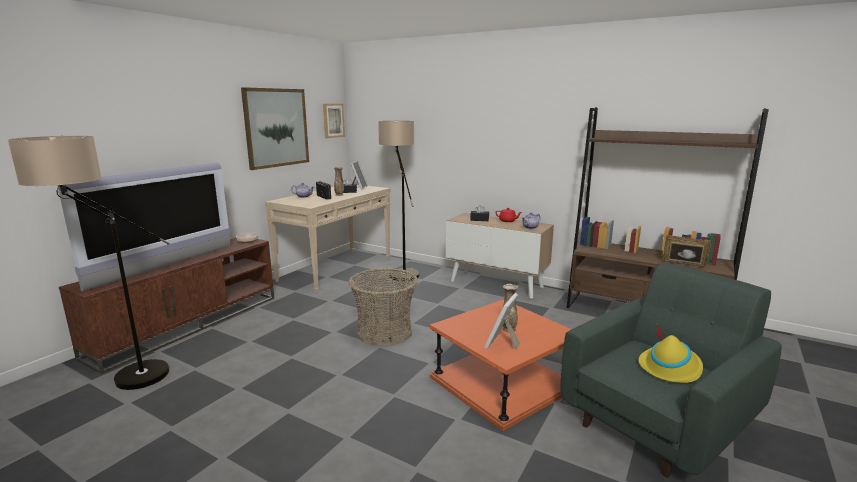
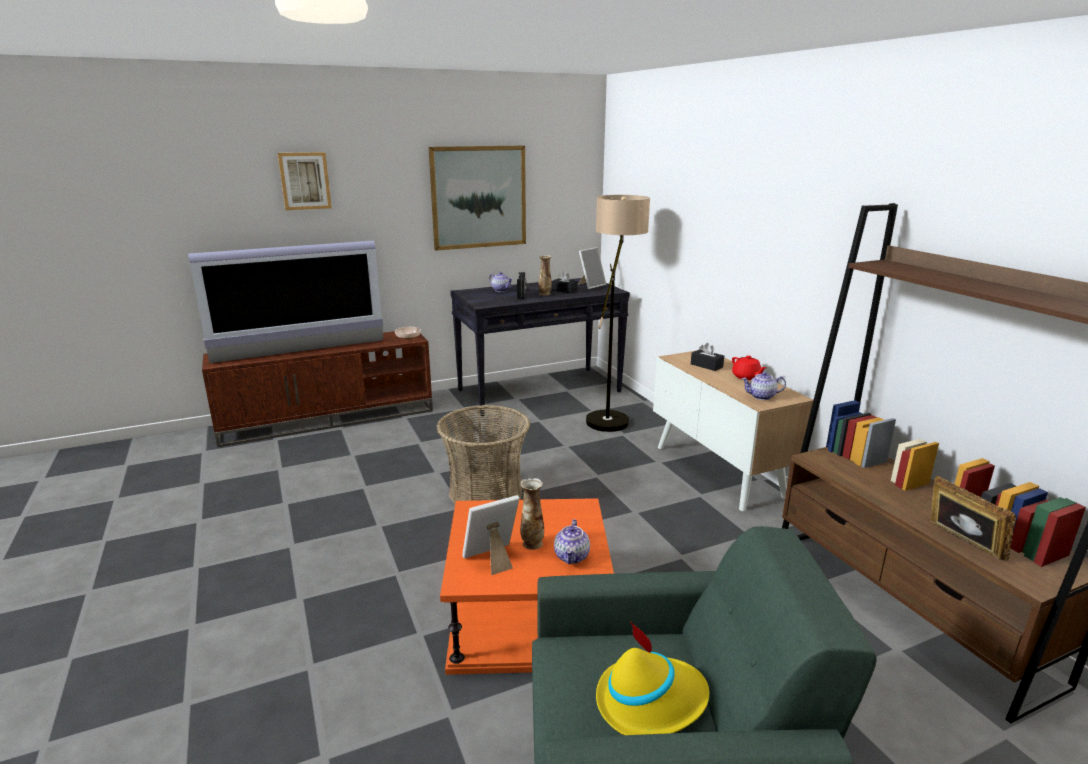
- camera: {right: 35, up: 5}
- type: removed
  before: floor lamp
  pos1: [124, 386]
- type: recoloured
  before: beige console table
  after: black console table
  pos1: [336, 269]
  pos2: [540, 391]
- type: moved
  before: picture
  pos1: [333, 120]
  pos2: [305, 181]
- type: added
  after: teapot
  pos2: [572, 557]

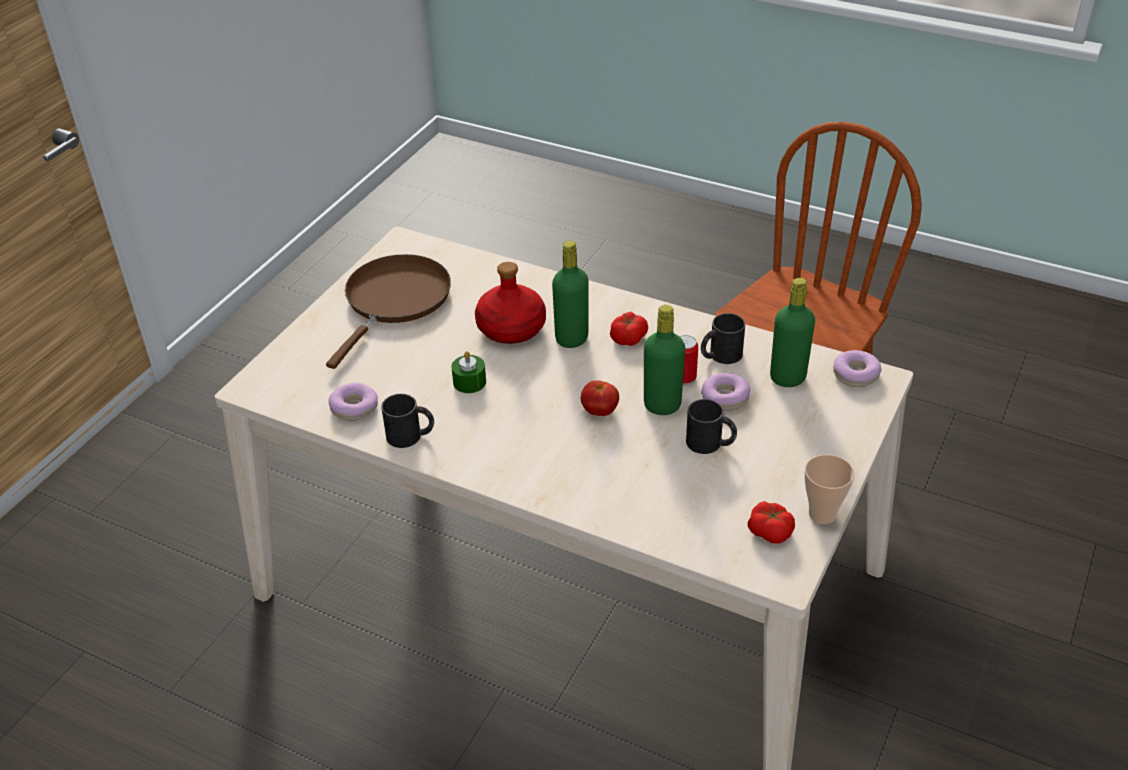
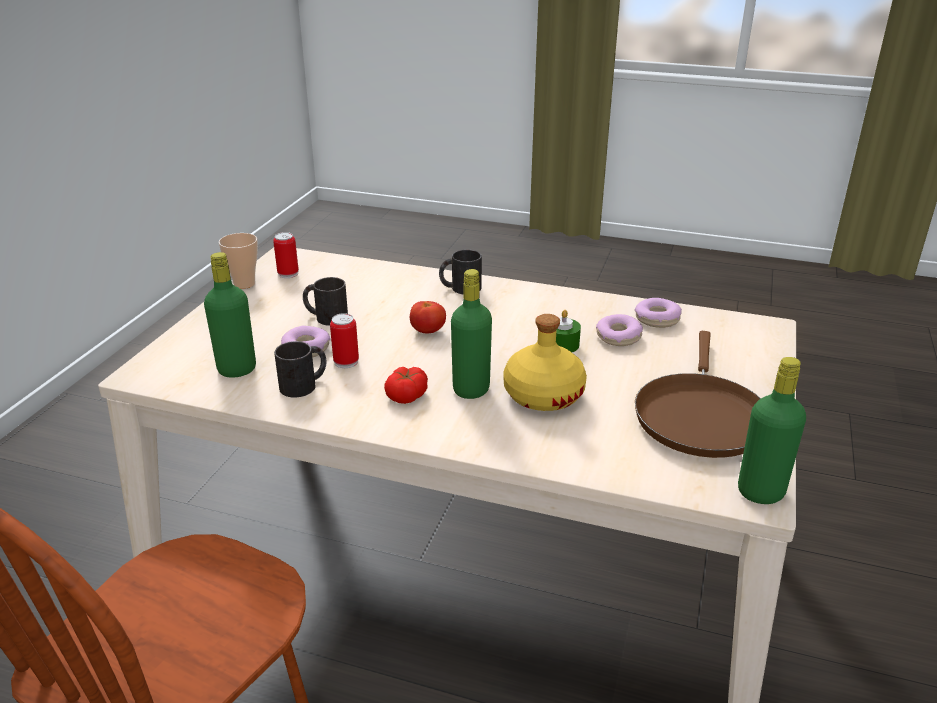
- camera: {right: 170, up: -10}
- type: moved
  before: black mug
  pos1: [411, 436]
  pos2: [460, 288]
- type: recoloured
  before: red bottle
  after: yellow bottle
  pos1: [511, 329]
  pos2: [543, 395]
- type: moved
  before: green bottle
  pos1: [662, 405]
  pos2: [760, 492]
- type: replaced
  before: tomato
  after: can
  pos1: [770, 531]
  pos2: [288, 274]
- type: moved
  before: donut
  pos1: [856, 374]
  pos2: [618, 337]

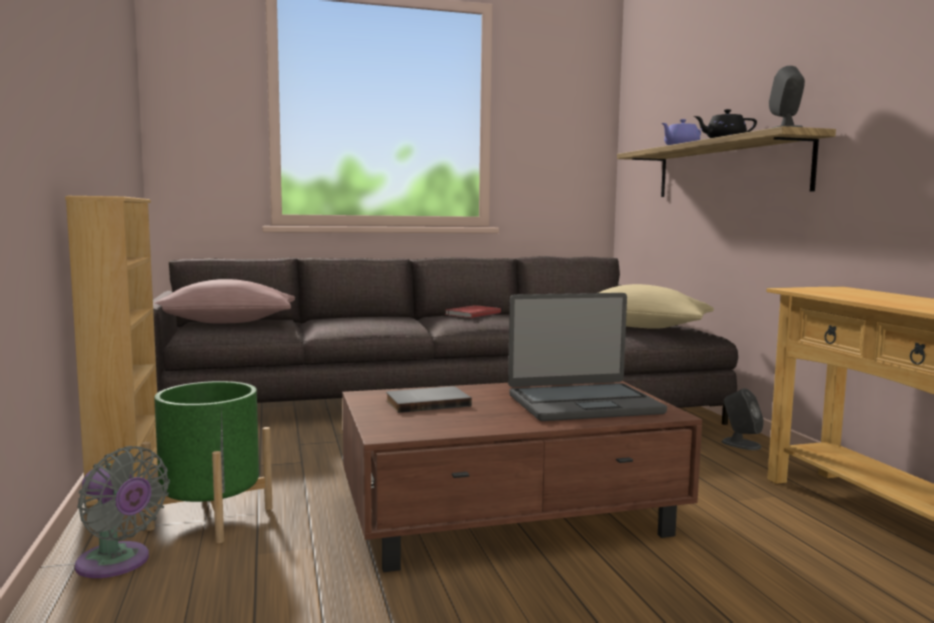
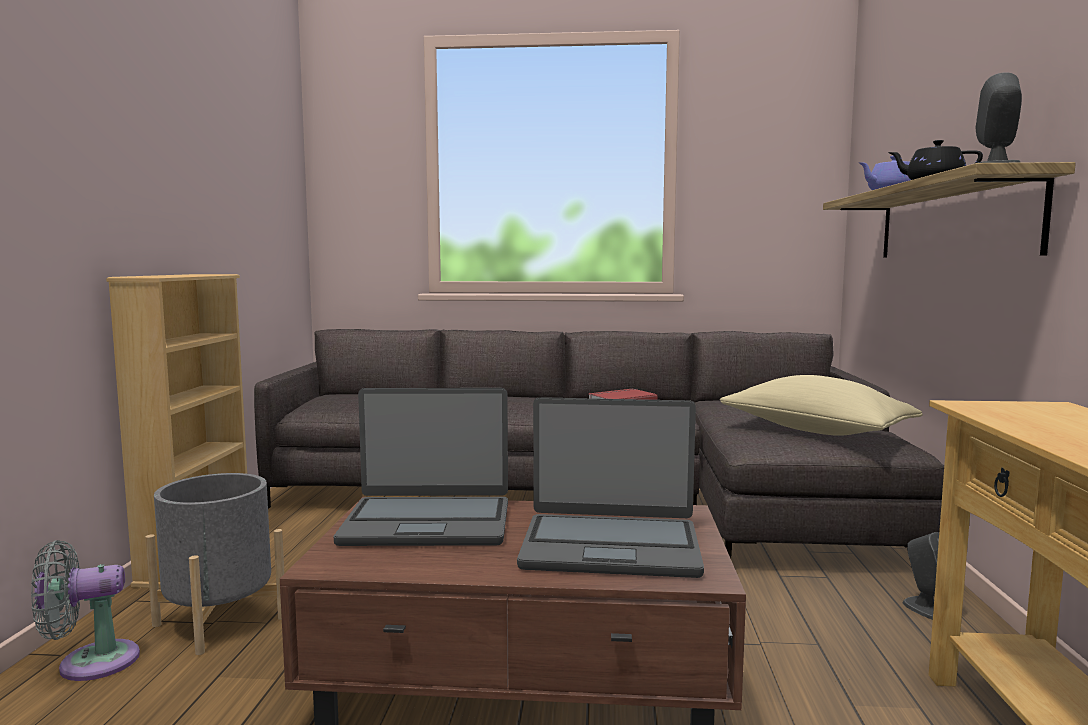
- camera: {right: 20, up: 0}
- type: turned
  before: grey fan
  pos1: [117, 563]
  pos2: [90, 663]
  turn: 105
- type: recoloured
  before: green planter
  after: grey planter
  pos1: [211, 518]
  pos2: [220, 621]
- type: removed
  before: pink pillow
  pos1: [226, 322]
- type: replaced
  before: grey book
  after: laptop
  pos1: [427, 402]
  pos2: [427, 523]

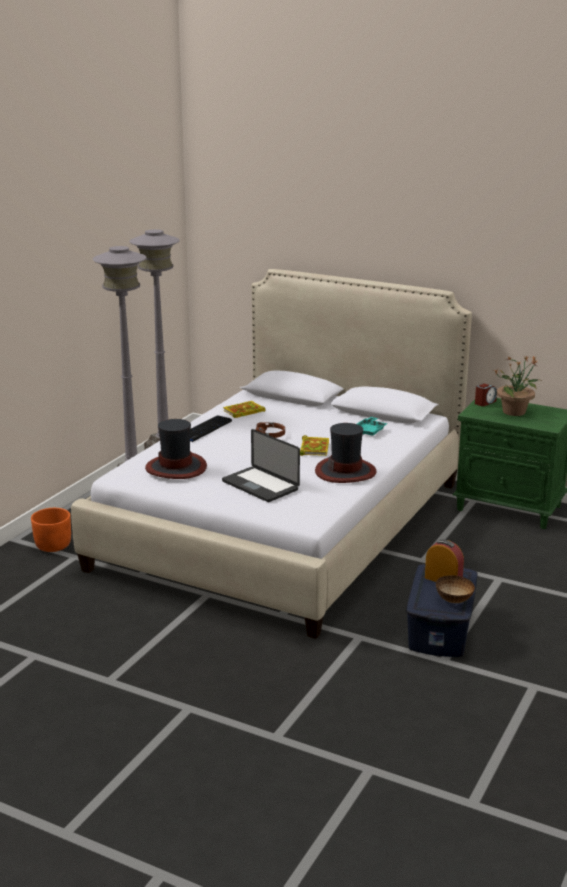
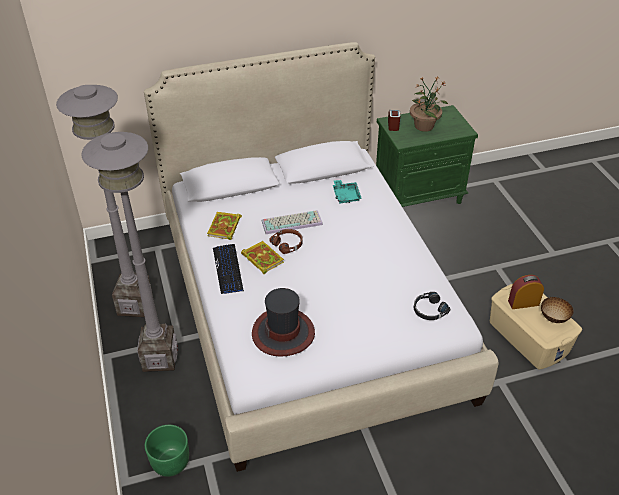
- camera: {right: -45, up: 20}
- type: recoloured
  before: orange planter
  after: green planter
  pos1: [53, 546]
  pos2: [171, 462]
- type: removed
  before: laptop
  pos1: [260, 485]
- type: moved
  before: book
  pos1: [314, 448]
  pos2: [261, 258]
- type: removed
  before: hat
  pos1: [345, 471]
- type: recoloured
  before: blue storage box
  after: beige storage box
  pos1: [441, 629]
  pos2: [528, 336]
- type: added
  after: keyboard
  pos2: [292, 222]
- type: added
  after: black headphones
  pos2: [429, 310]

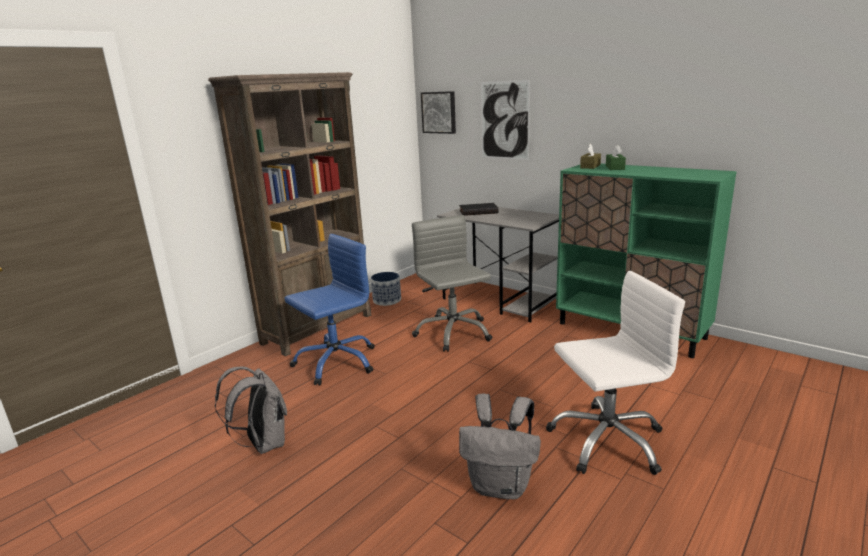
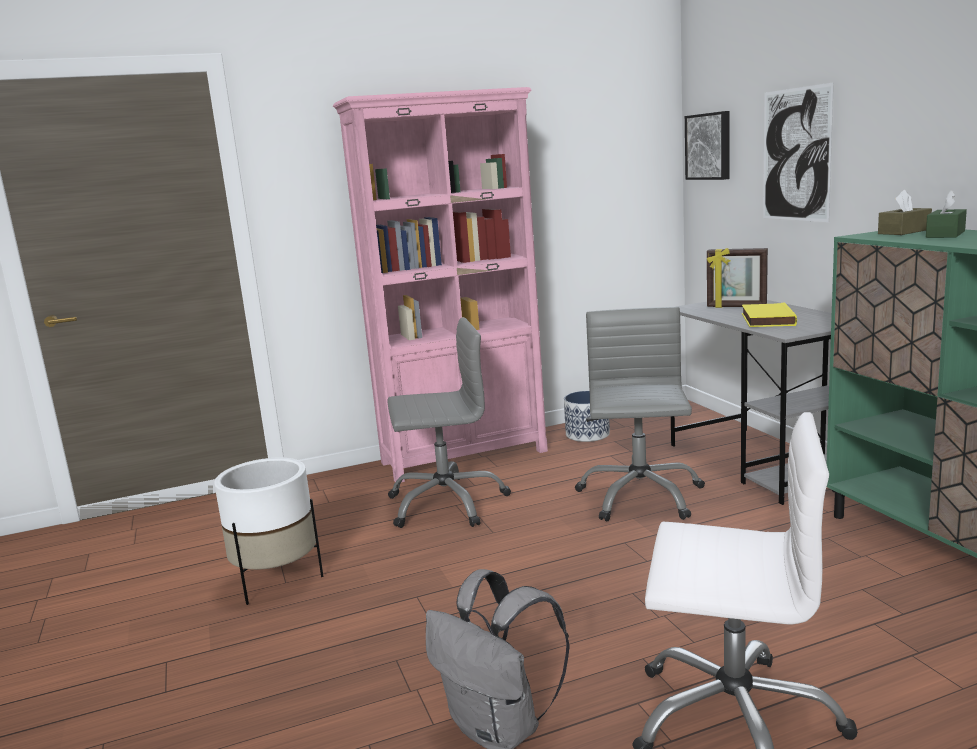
- camera: {right: 30, up: -5}
- type: recoloured
  before: brown bookcase
  after: pink bookcase
  pos1: [318, 328]
  pos2: [465, 457]
- type: replaced
  before: grey backpack
  after: white planter
  pos1: [263, 444]
  pos2: [278, 581]
- type: recoloured
  before: blue office chair
  after: grey office chair
  pos1: [336, 362]
  pos2: [446, 503]
- type: replaced
  before: black book
  after: picture frame
  pos1: [478, 211]
  pos2: [736, 307]
- type: added
  after: yellow book
  pos2: [766, 319]

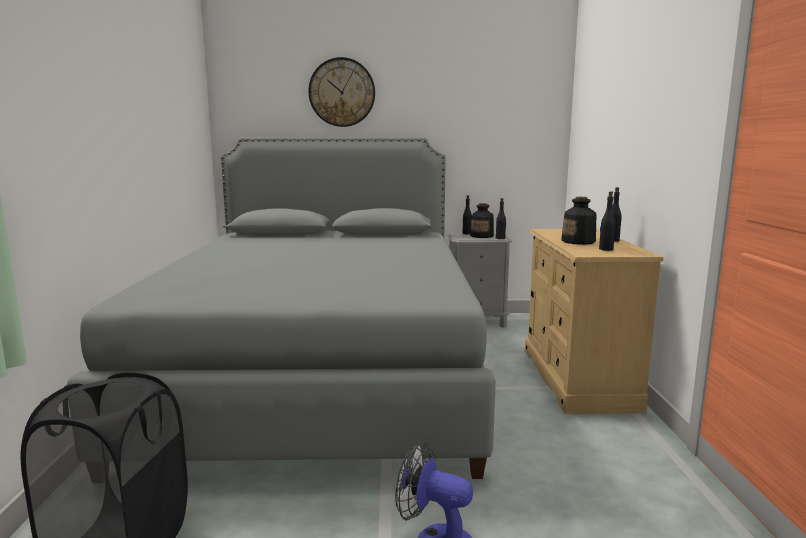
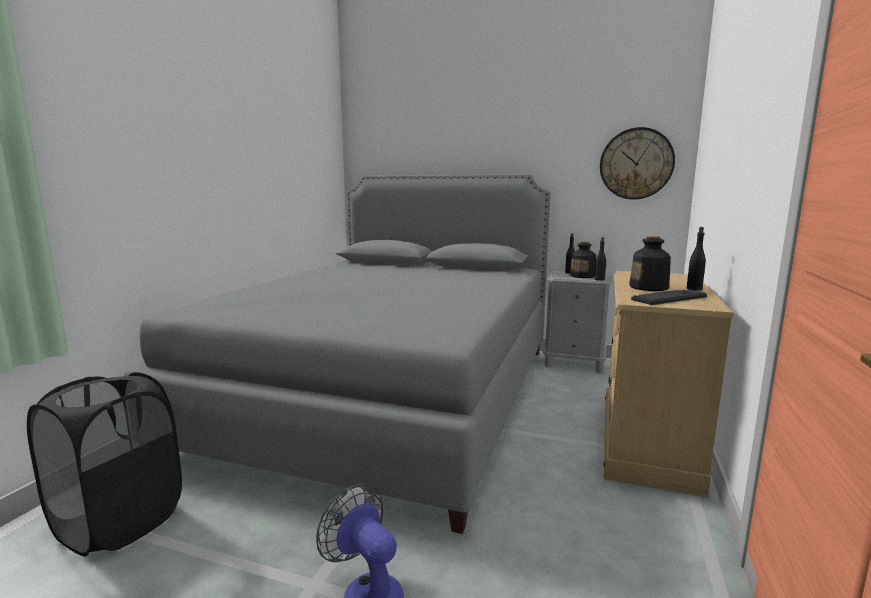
- camera: {right: 20, up: 0}
- type: moved
  before: wall clock
  pos1: [342, 92]
  pos2: [636, 164]
- type: replaced
  before: black bottle
  after: keyboard
  pos1: [605, 249]
  pos2: [669, 298]

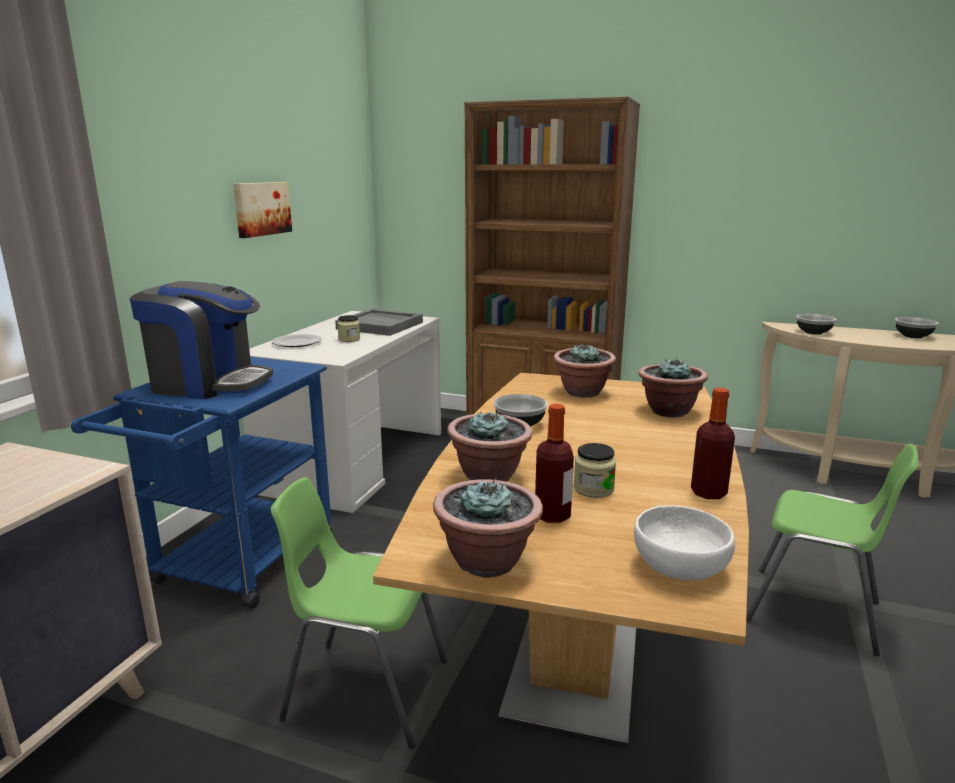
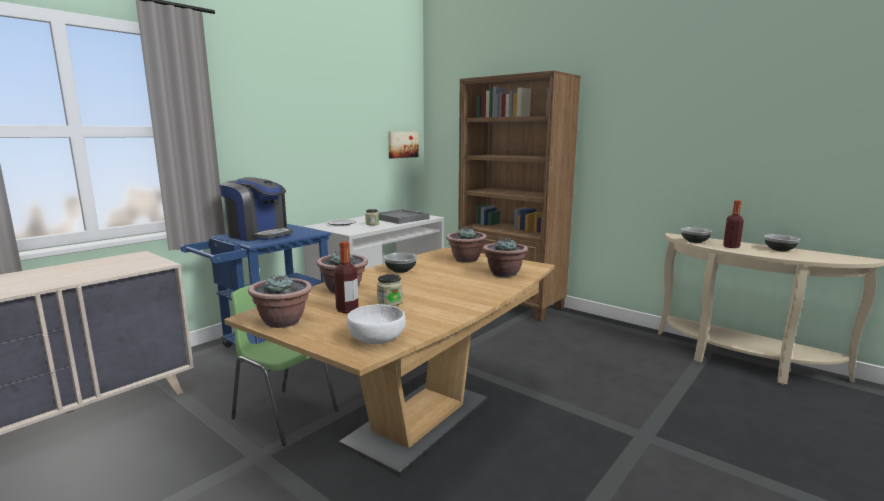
- camera: {right: 20, up: -5}
- type: moved
  before: picture
  pos1: [261, 208]
  pos2: [402, 144]
- type: moved
  before: bottle
  pos1: [708, 493]
  pos2: [731, 246]
- type: removed
  before: green chair
  pos1: [815, 611]

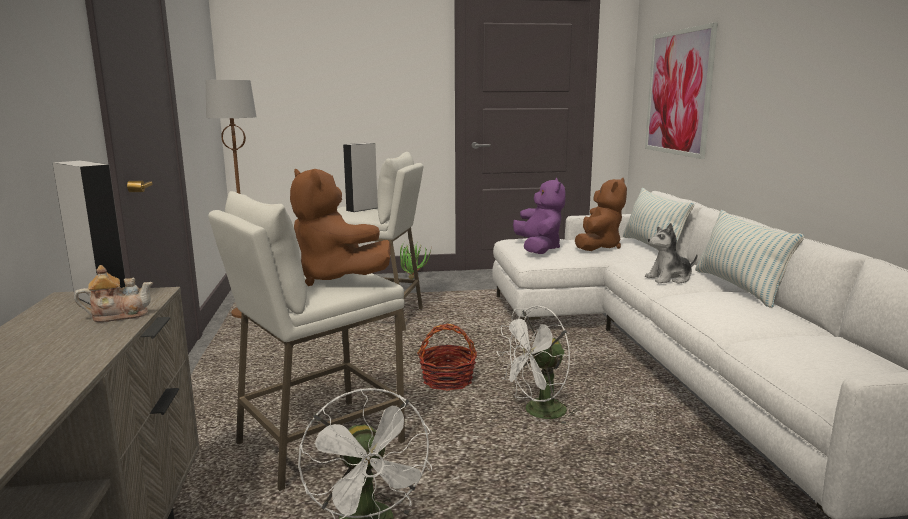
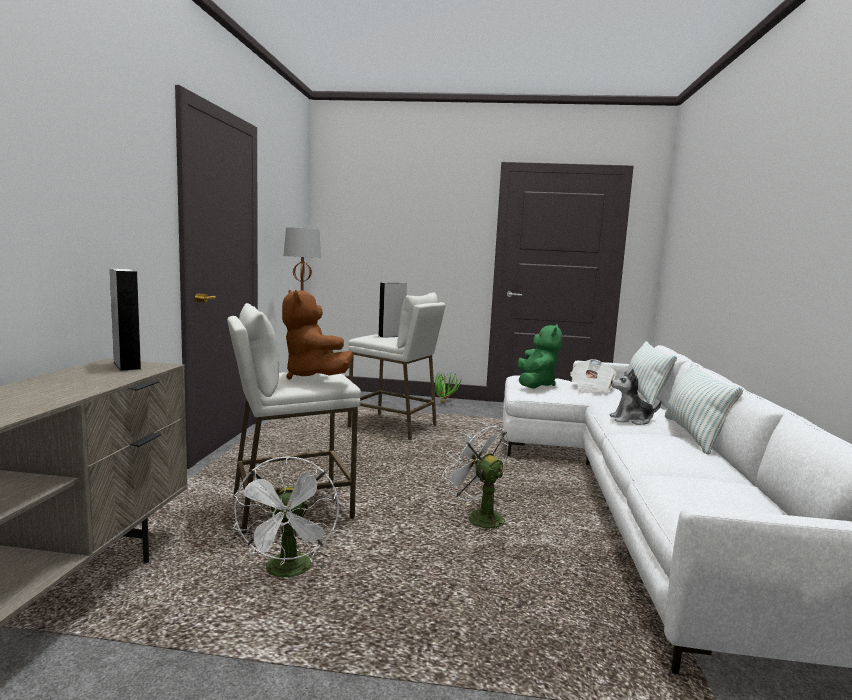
- camera: {right: 15, up: -5}
- type: removed
  before: teapot
  pos1: [118, 315]
- type: removed
  before: basket
  pos1: [448, 380]
- type: turned
  before: white fan
  pos1: [538, 413]
  pos2: [478, 518]
  turn: 60
- type: recoloured
  before: purple plush toy
  after: green plush toy
  pos1: [538, 249]
  pos2: [535, 384]
- type: replaced
  before: brown plush toy
  after: newspaper
  pos1: [598, 247]
  pos2: [591, 389]
- type: removed
  before: picture
  pos1: [678, 92]

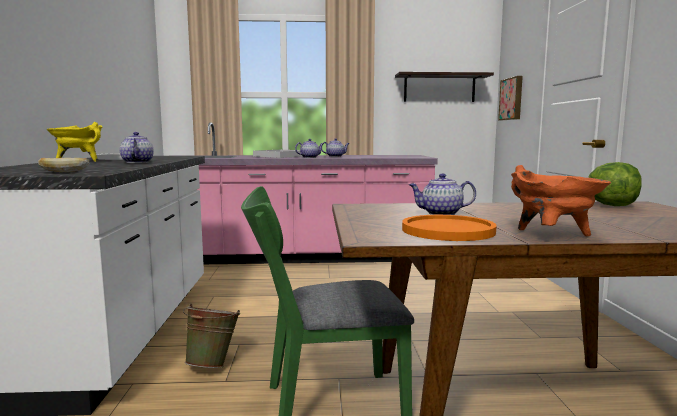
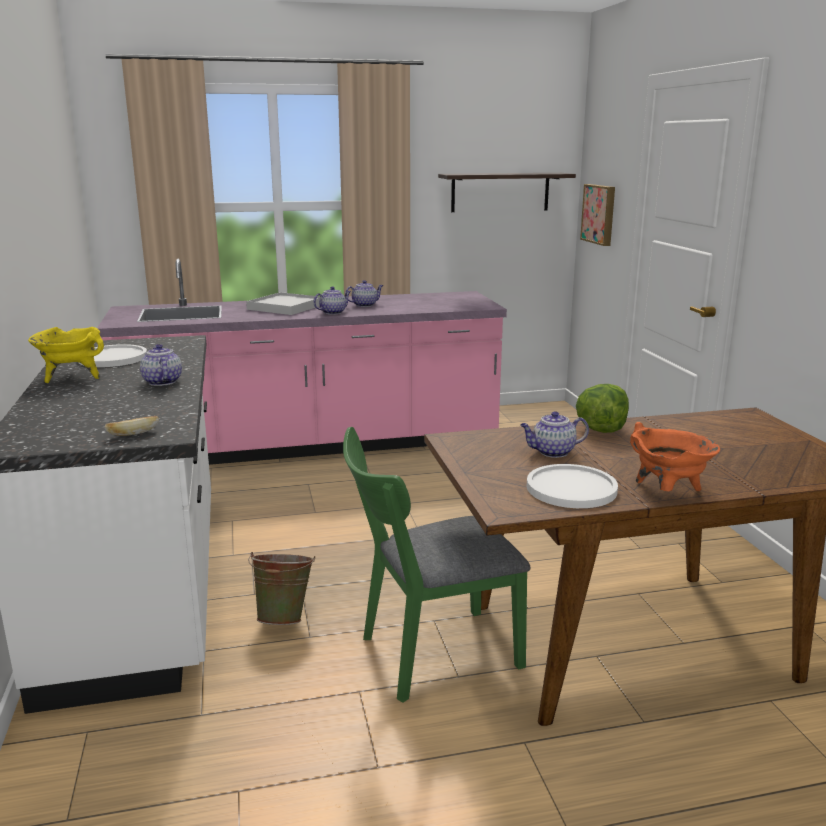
- camera: {right: -10, up: 10}
- type: recoloured
  before: orange plate
  after: white plate
  pos1: [448, 230]
  pos2: [571, 488]
- type: moved
  before: lettuce
  pos1: [611, 205]
  pos2: [601, 430]

